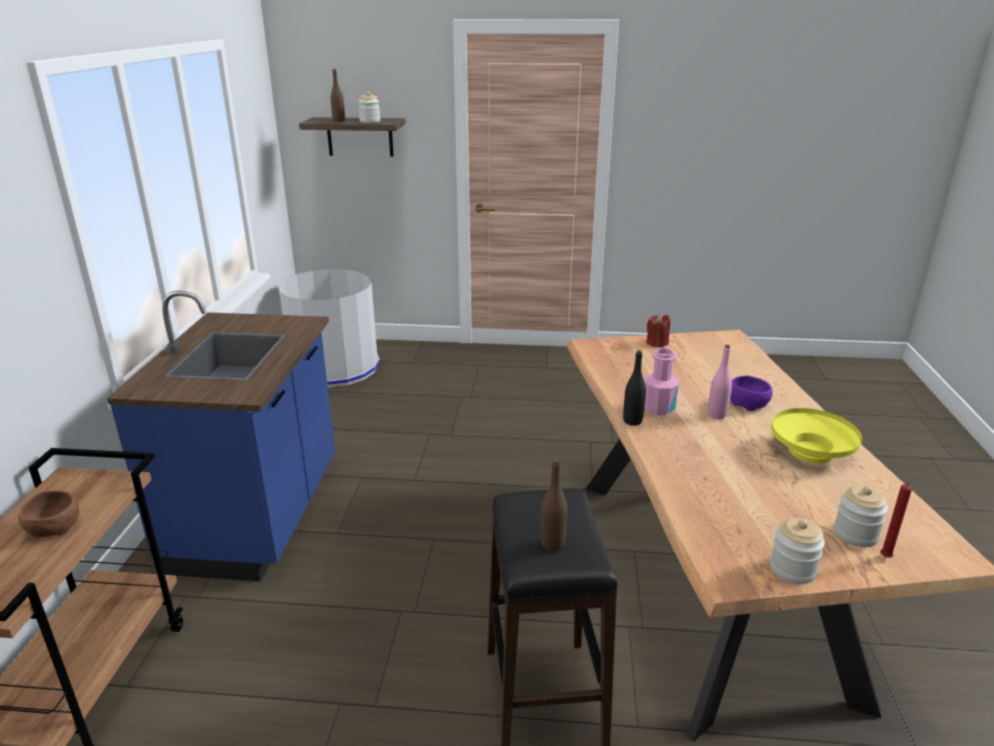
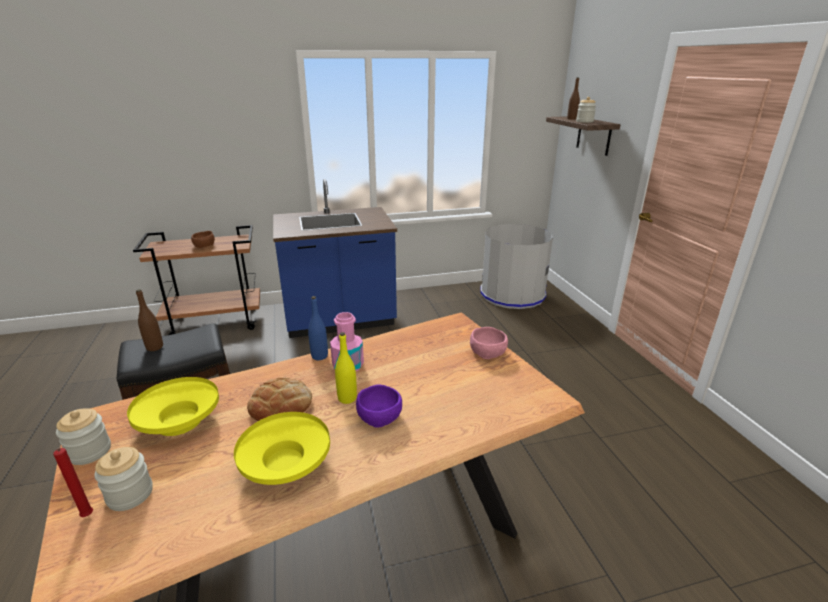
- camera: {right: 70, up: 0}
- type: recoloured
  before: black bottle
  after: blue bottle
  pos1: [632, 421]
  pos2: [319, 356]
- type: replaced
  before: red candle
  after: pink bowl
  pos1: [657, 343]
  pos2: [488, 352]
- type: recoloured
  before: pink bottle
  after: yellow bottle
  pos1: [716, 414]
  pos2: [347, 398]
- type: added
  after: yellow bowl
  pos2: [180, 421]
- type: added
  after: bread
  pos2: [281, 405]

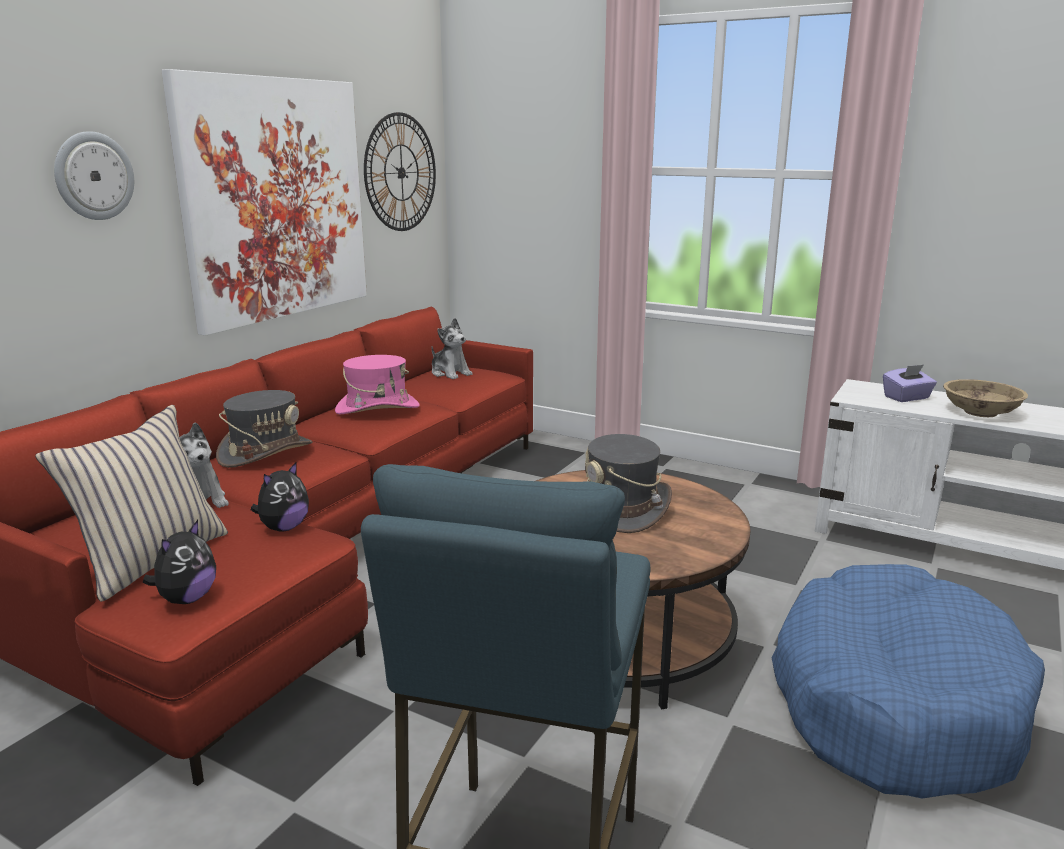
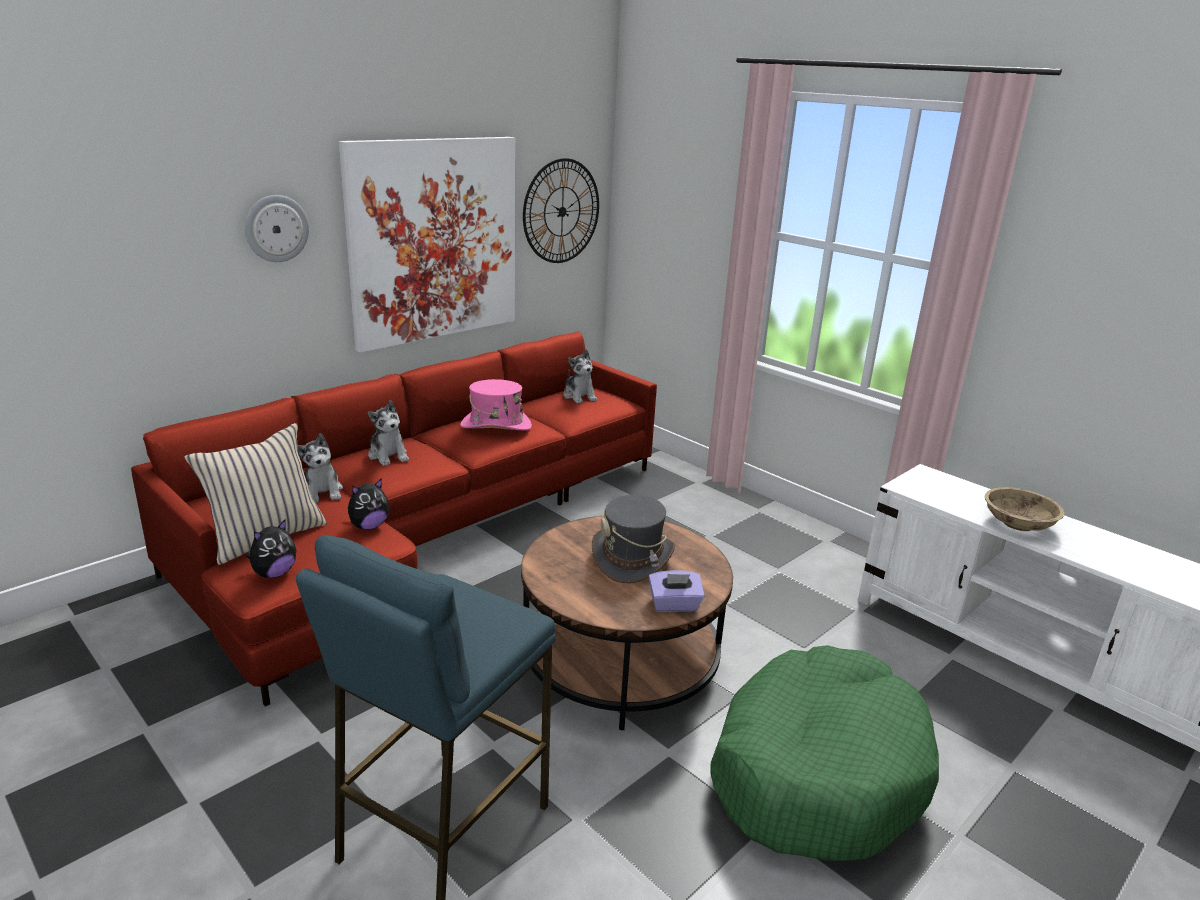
- camera: {right: 15, up: 5}
- type: replaced
  before: grey hat
  after: plush toy
  pos1: [265, 452]
  pos2: [388, 455]
- type: recoloured
  before: blue dog bed
  after: green dog bed
  pos1: [893, 702]
  pos2: [817, 771]
- type: moved
  before: purple tissue box
  pos1: [907, 398]
  pos2: [674, 605]

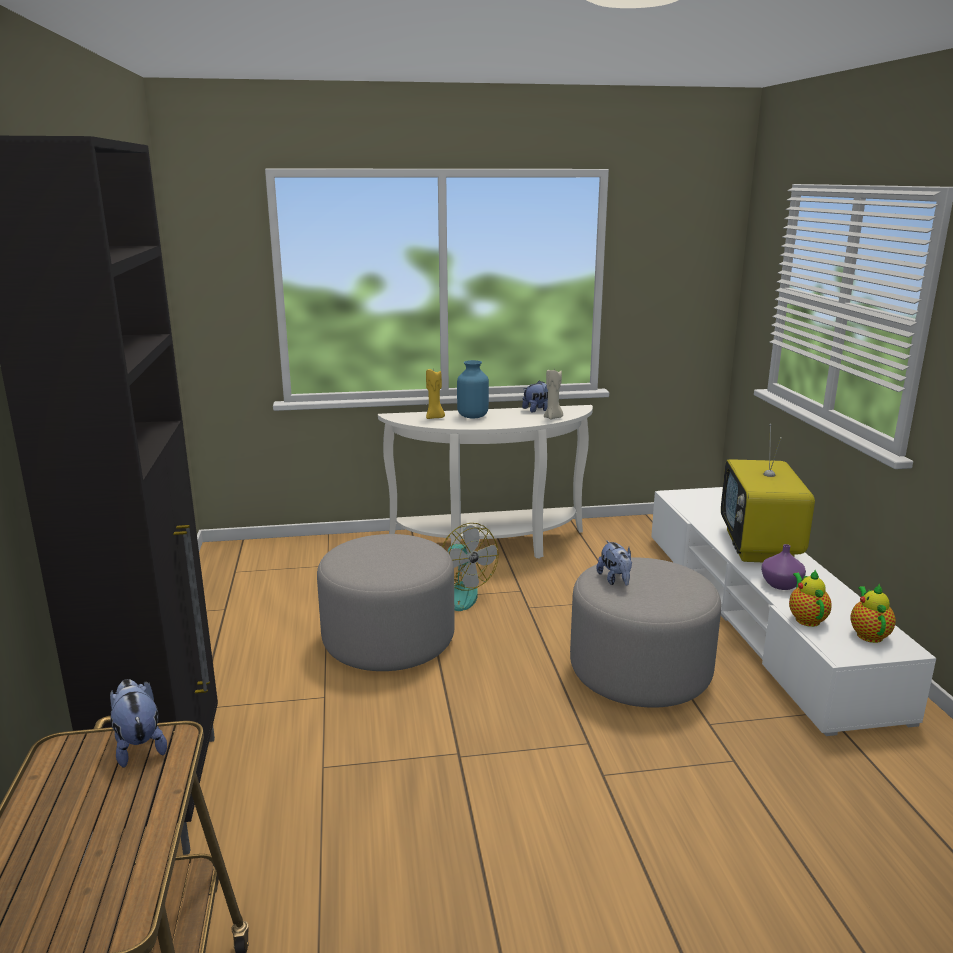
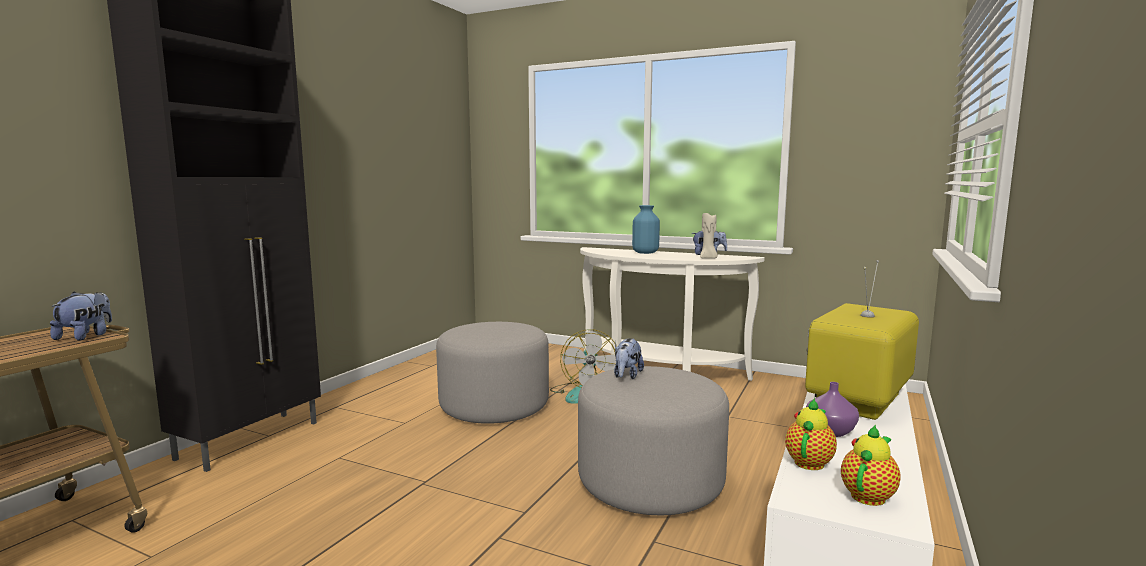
- camera: {right: 35, up: -10}
- type: removed
  before: yellow candle
  pos1: [435, 417]

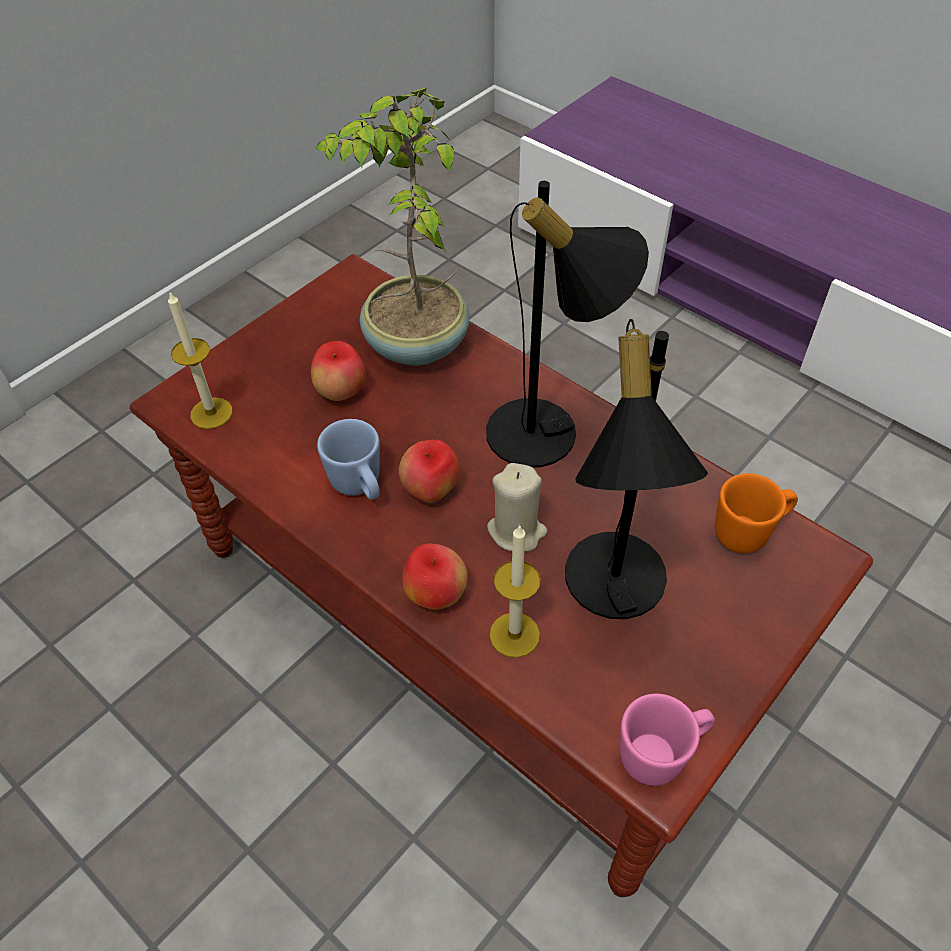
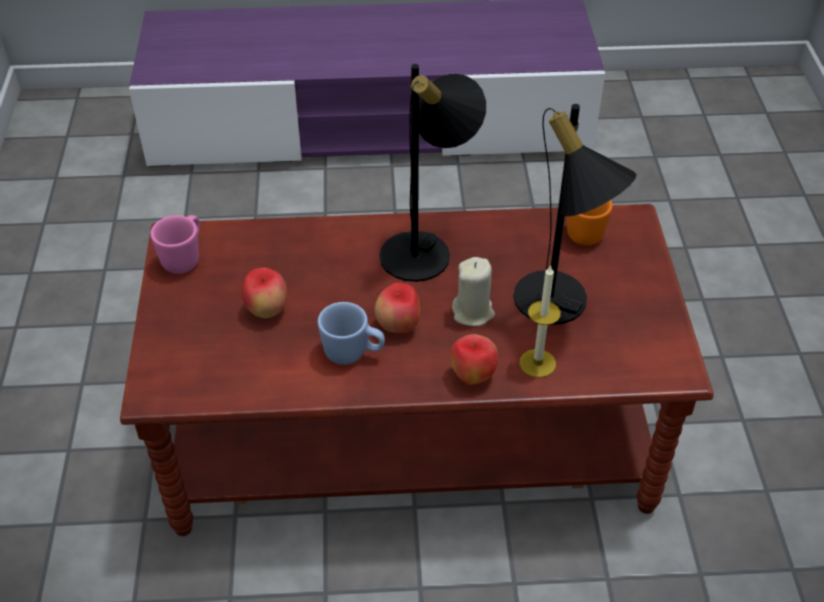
- camera: {right: -45, up: -5}
- type: removed
  before: candle
  pos1: [211, 413]
- type: removed
  before: potted plant
  pos1: [414, 346]
- type: moved
  before: pink mug
  pos1: [661, 754]
  pos2: [184, 258]

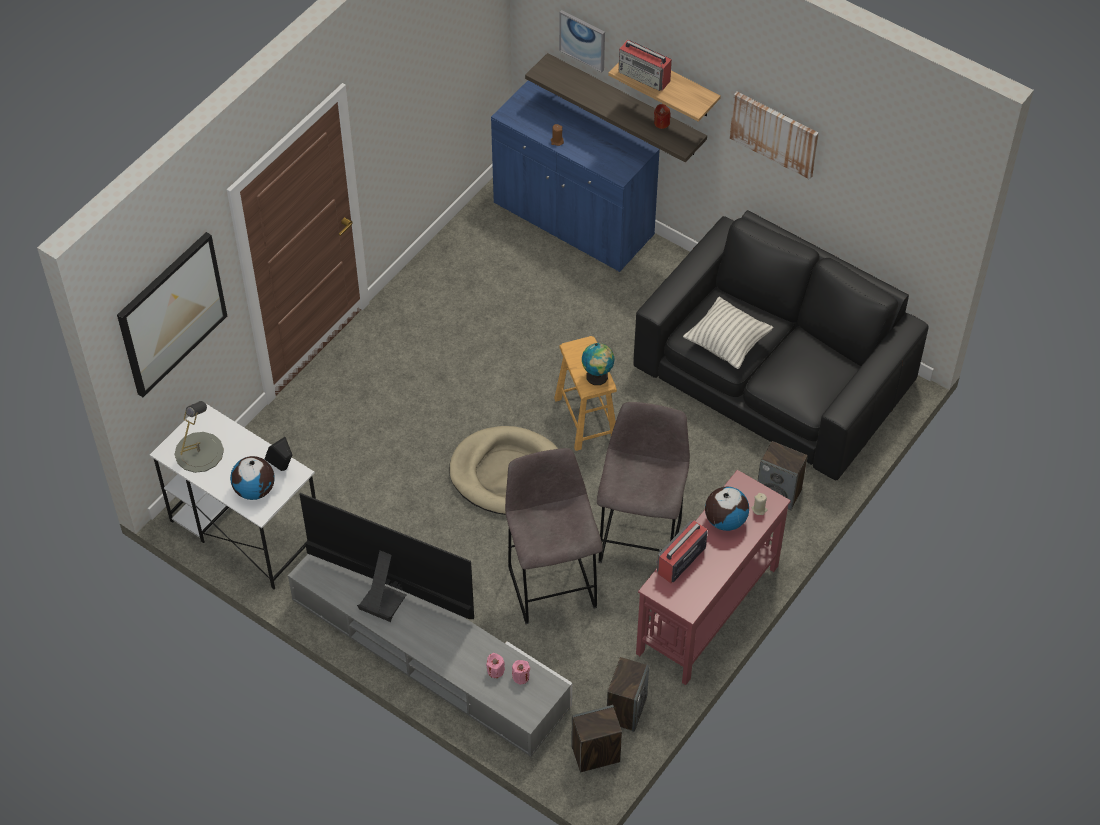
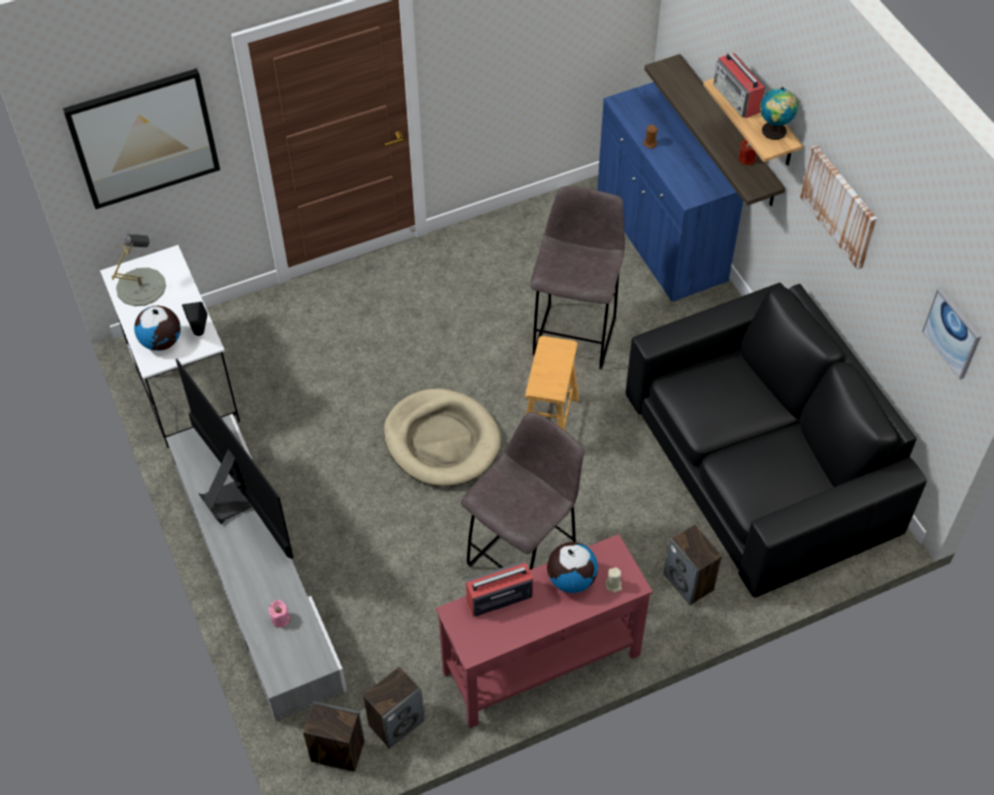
- camera: {right: 30, up: 0}
- type: moved
  before: grey stool
  pos1: [551, 585]
  pos2: [575, 334]
- type: removed
  before: pink candle
  pos1: [521, 677]
- type: moved
  before: picture
  pos1: [583, 40]
  pos2: [952, 333]
- type: moved
  before: globe
  pos1: [597, 378]
  pos2: [774, 132]
- type: removed
  before: pillow
  pos1: [727, 343]

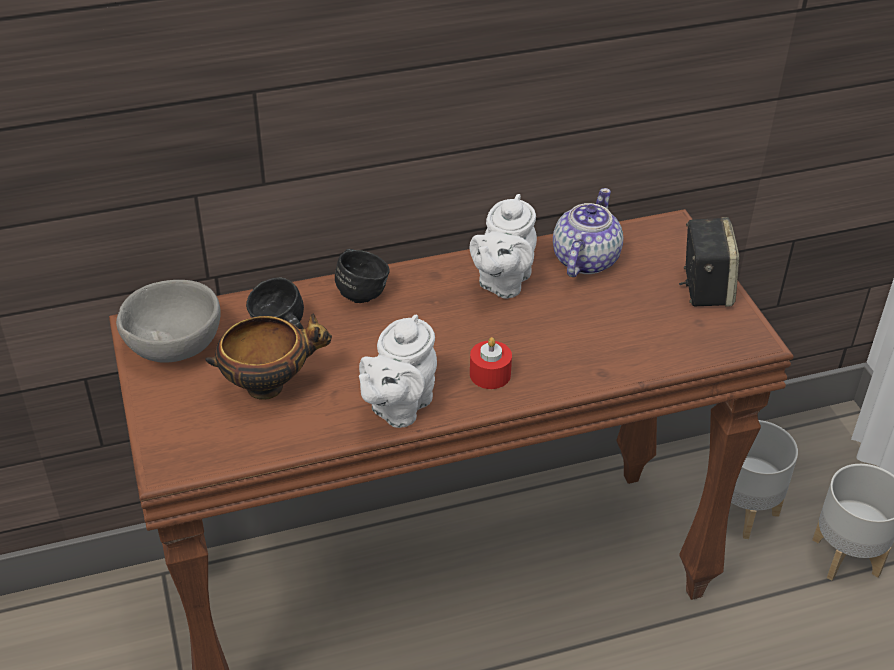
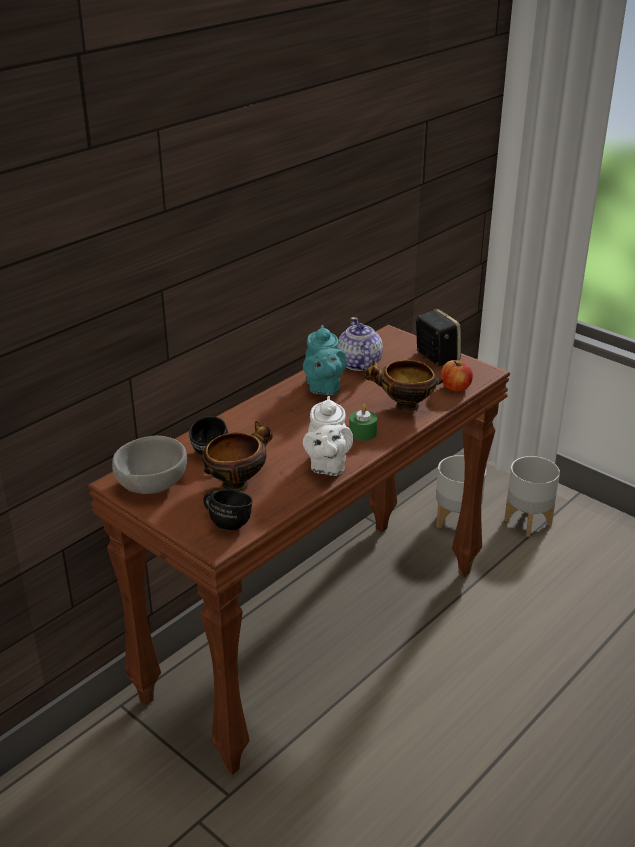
- camera: {right: -30, up: -10}
- type: moved
  before: black mug
  pos1: [361, 290]
  pos2: [227, 521]
- type: recoloured
  before: white teapot
  after: turquoise teapot
  pos1: [502, 282]
  pos2: [323, 388]
- type: recoloured
  before: red candle
  after: green candle
  pos1: [490, 374]
  pos2: [362, 433]
- type: added
  after: bowl
  pos2: [404, 406]
- type: added
  after: apple
  pos2: [455, 387]

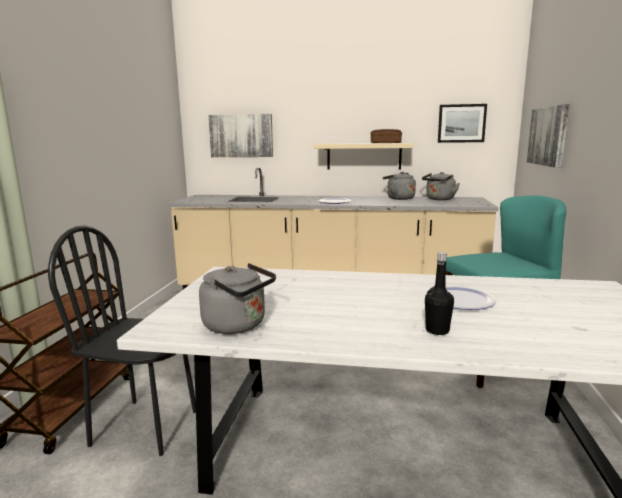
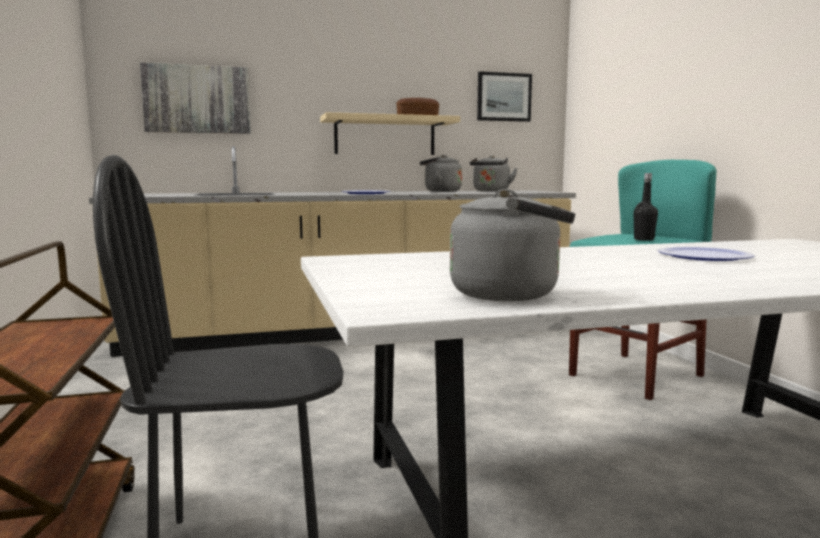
- camera: {right: -25, up: -5}
- type: moved
  before: black bottle
  pos1: [437, 330]
  pos2: [644, 239]
- type: removed
  before: picture
  pos1: [548, 136]

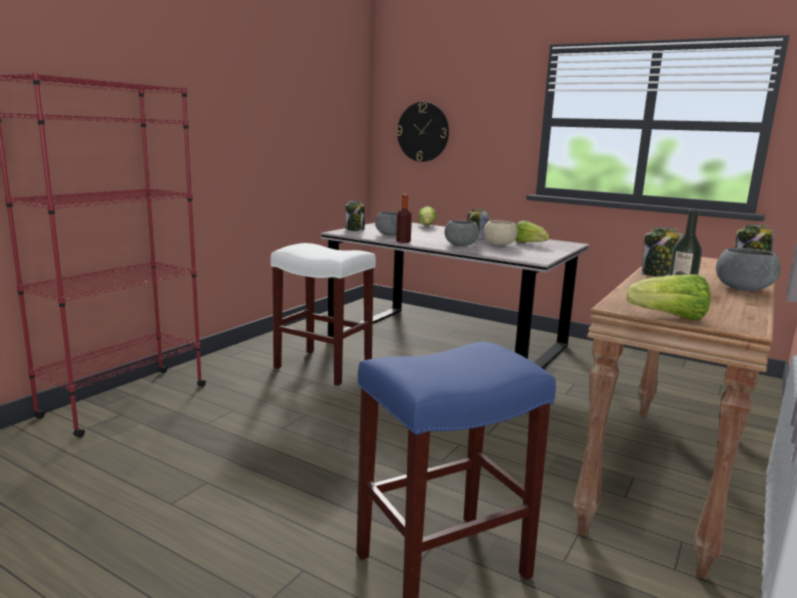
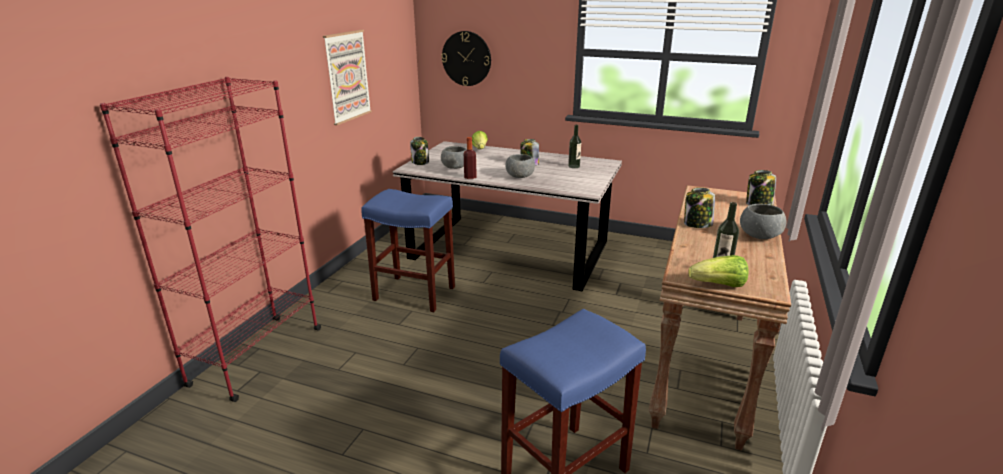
- camera: {right: -10, up: 10}
- type: recoloured
  before: white stool
  after: blue stool
  pos1: [321, 367]
  pos2: [413, 293]
- type: removed
  before: beige bowl
  pos1: [499, 245]
- type: replaced
  before: lettuce
  after: bottle
  pos1: [528, 243]
  pos2: [574, 166]
- type: added
  after: picture
  pos2: [347, 76]

